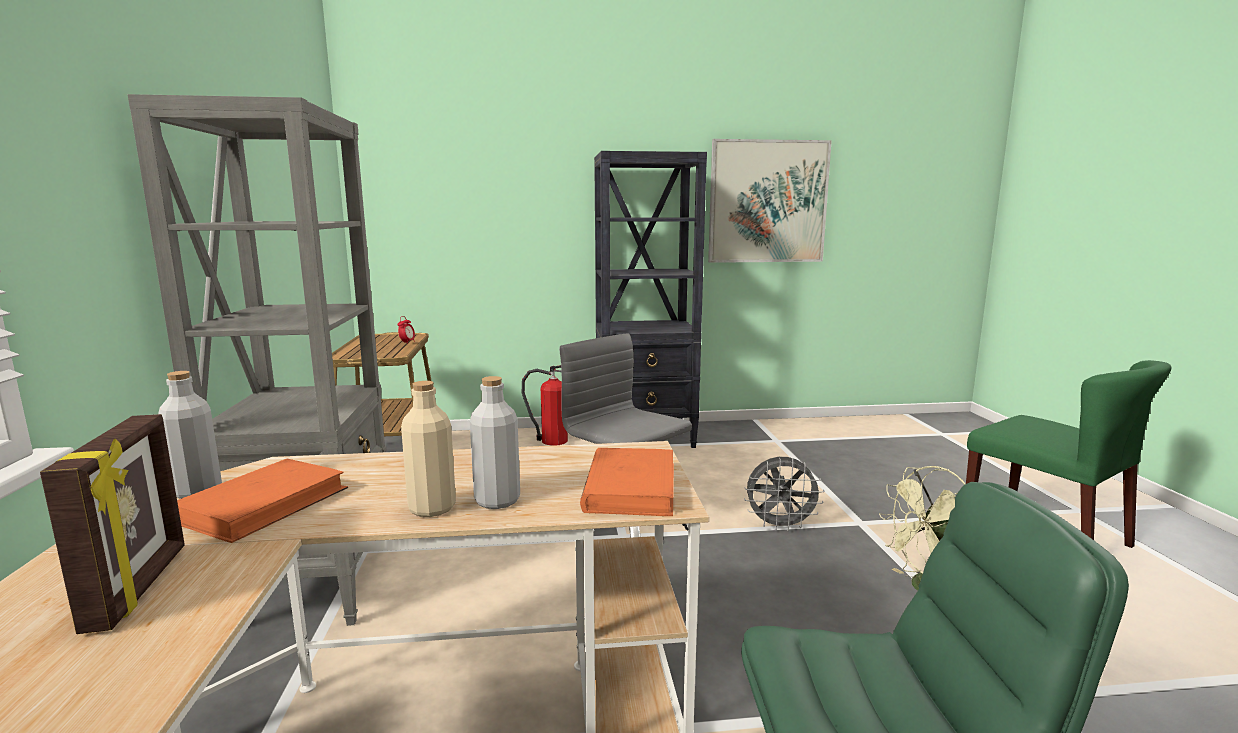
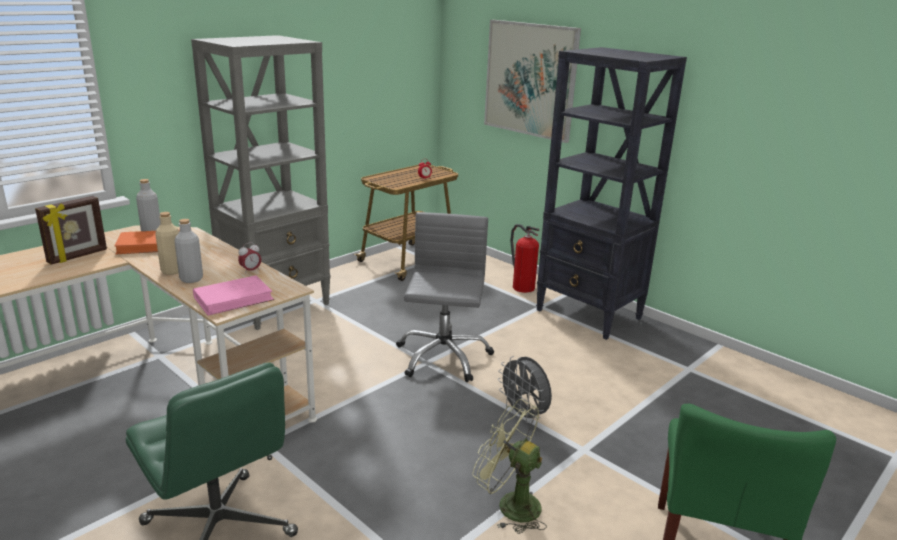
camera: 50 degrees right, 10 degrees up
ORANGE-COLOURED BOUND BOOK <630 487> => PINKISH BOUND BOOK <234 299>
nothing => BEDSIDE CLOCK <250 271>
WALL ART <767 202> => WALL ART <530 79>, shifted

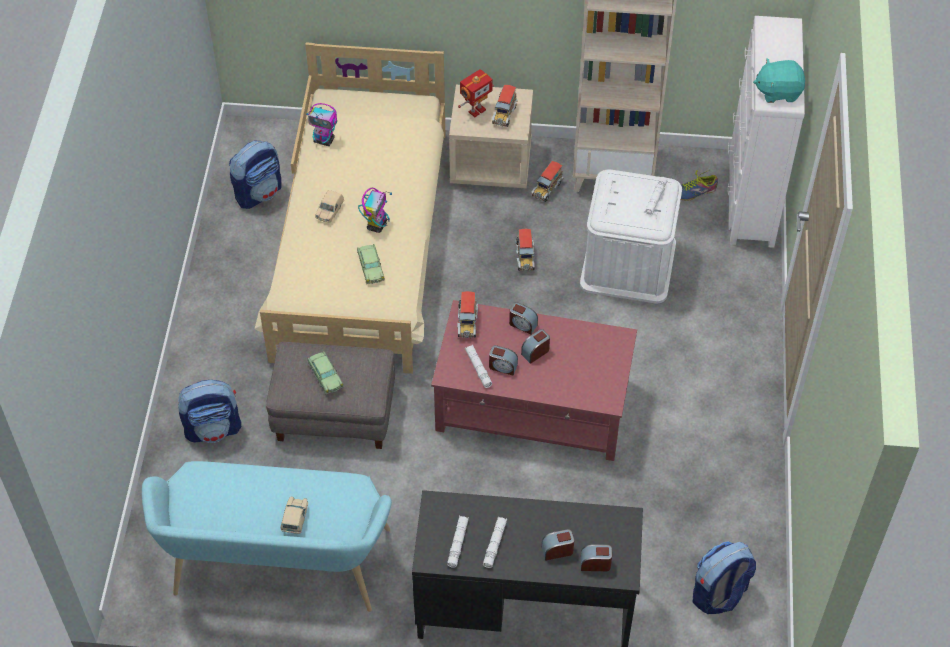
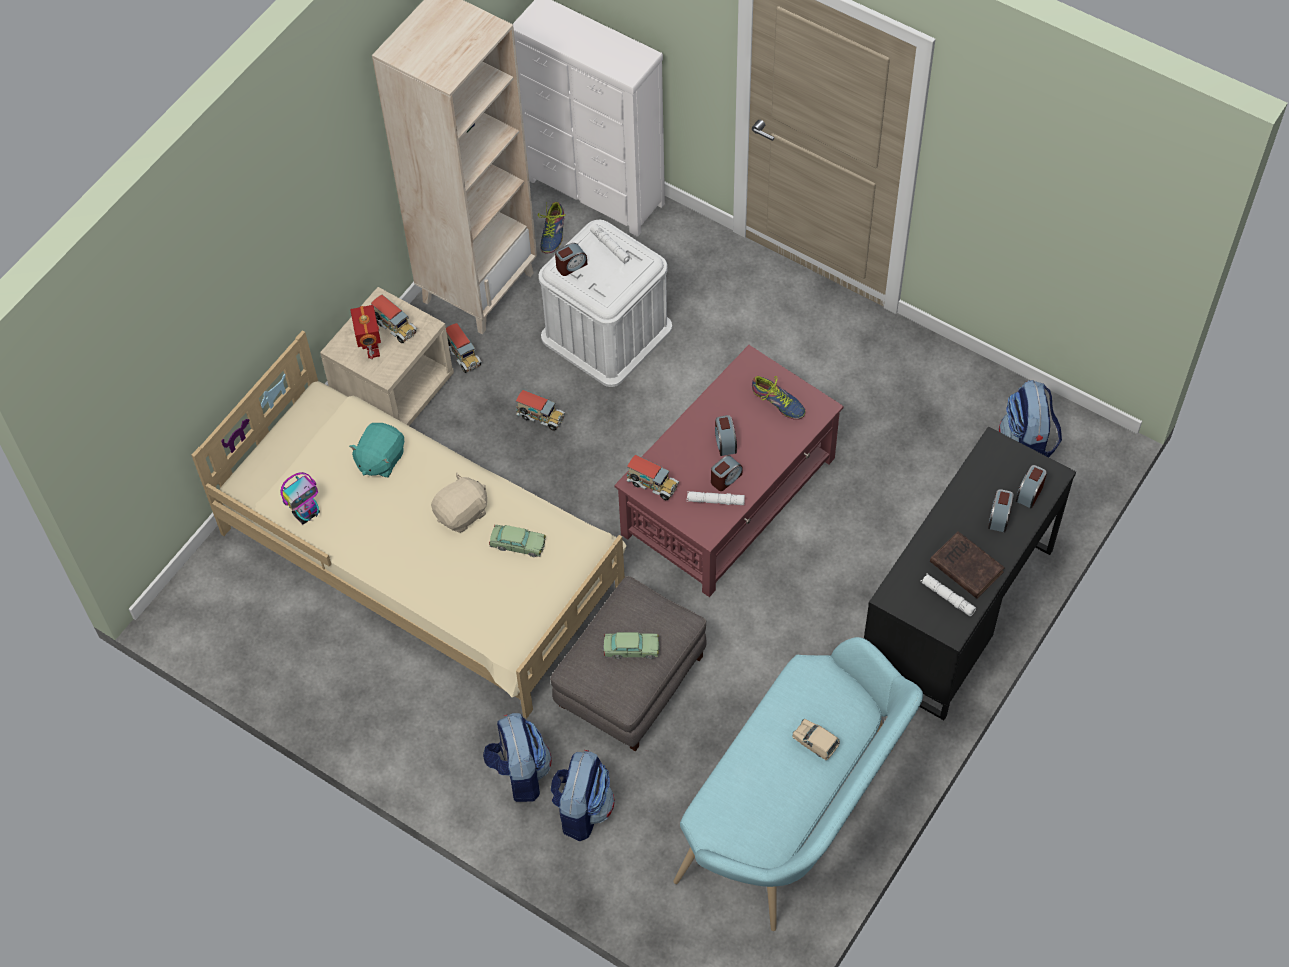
camera: 60 degrees left, 5 degrees up
TURQUOISE CUDDLY TOY <778 91> => TURQUOISE CUDDLY TOY <380 459>, shifted
MODEL ROBOT <377 225> => BEIGE CUDDLY TOY <462 513>
BACKPACK <259 193> => BACKPACK <519 772>, shifted
BEDSIDE CLOCK <522 324> => BEDSIDE CLOCK <571 265>, shifted
nothing => LOW SHOE <778 402>
WHITE FLASHLIGHT <495 544> => BROWNISH BOUND BOOK <965 566>
BEIGE TOY CAR <329 212> => nothing

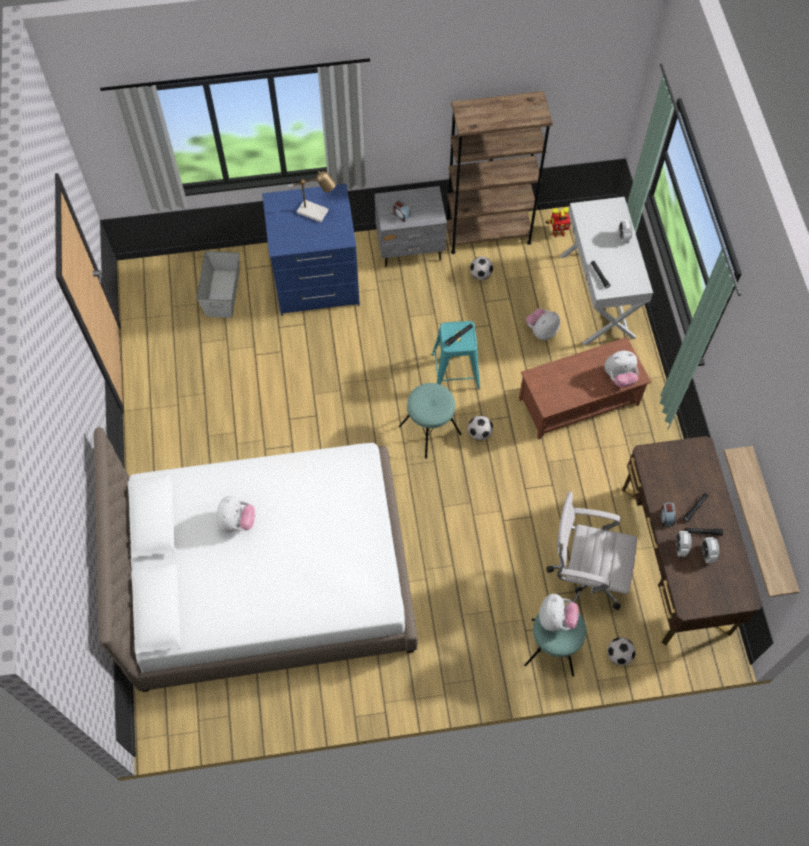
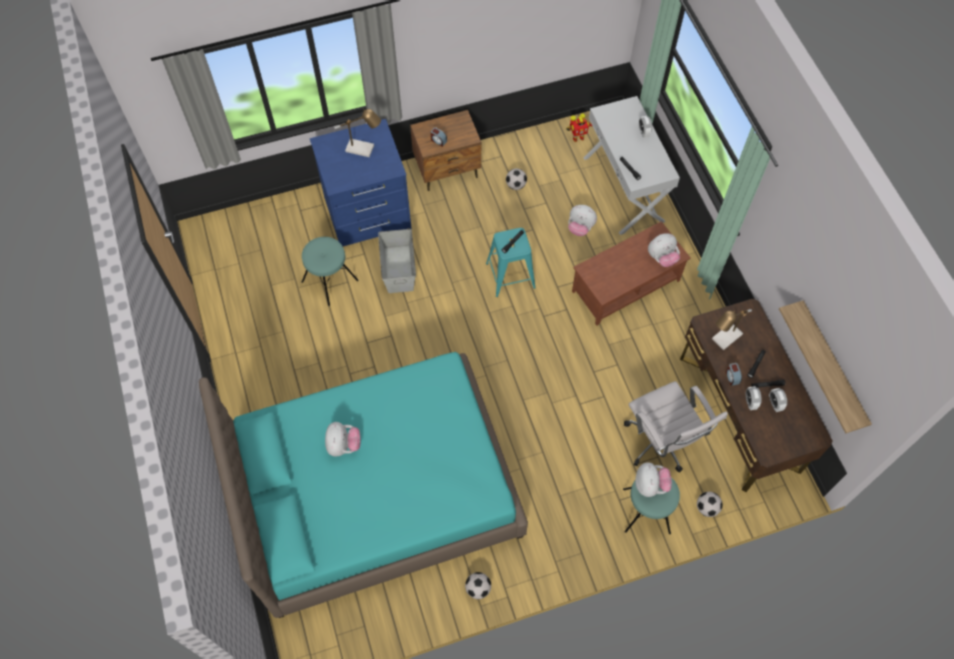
camera: 10 degrees left, 0 degrees up
WHITE SLEEPING BED <269 576> => TURQUOISE SLEEPING BED <376 490>
TURQUOISE STOOL <430 430> => TURQUOISE STOOL <330 281>, shifted
GREY STORAGE CONTAINER <222 293> => GREY STORAGE CONTAINER <398 269>, shifted
GREY NIGHTSTAND <410 247> => BROWNISH NIGHTSTAND <447 170>
FOOTBALL <479 433> => FOOTBALL <478 588>, shifted
CUDDLY TOY <541 331> => CUDDLY TOY <580 228>, 105 degrees counterclockwise
WHITE DESK CHAIR <583 577> => WHITE DESK CHAIR <661 443>, 120 degrees counterclockwise
nothing => LAMP FOR A TABLE <724 339>
BROWNISH BOOKSHELF <488 234> => nothing

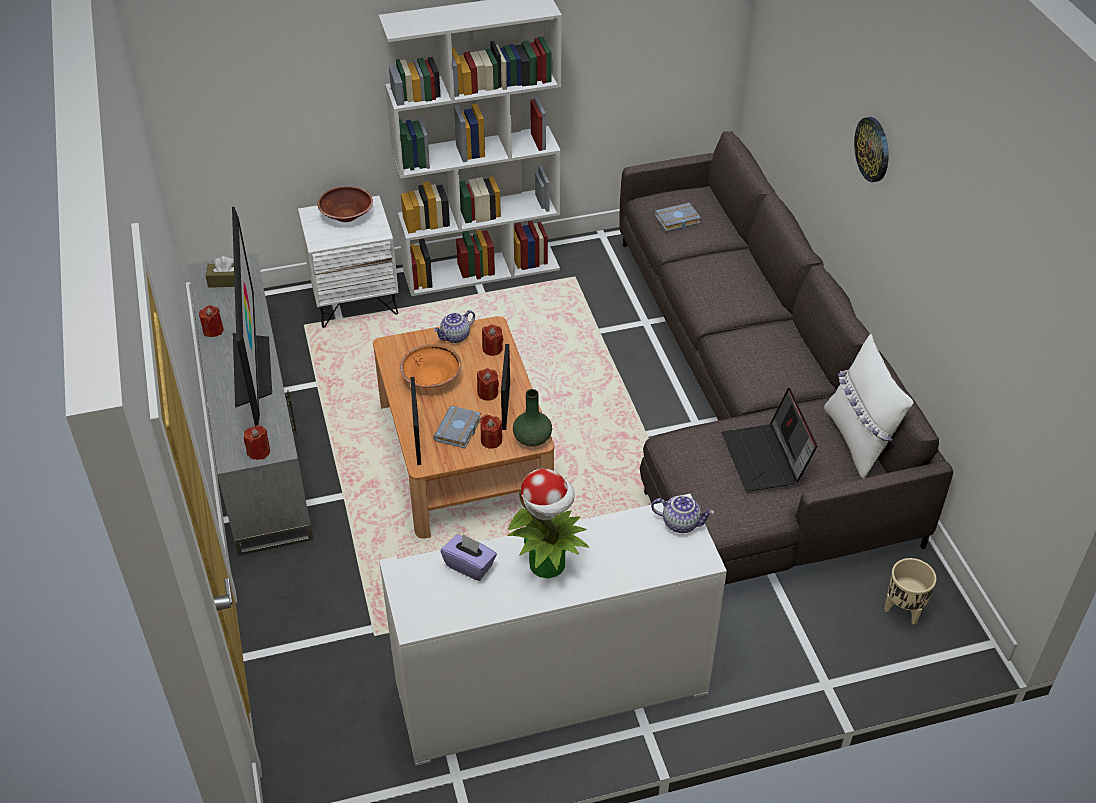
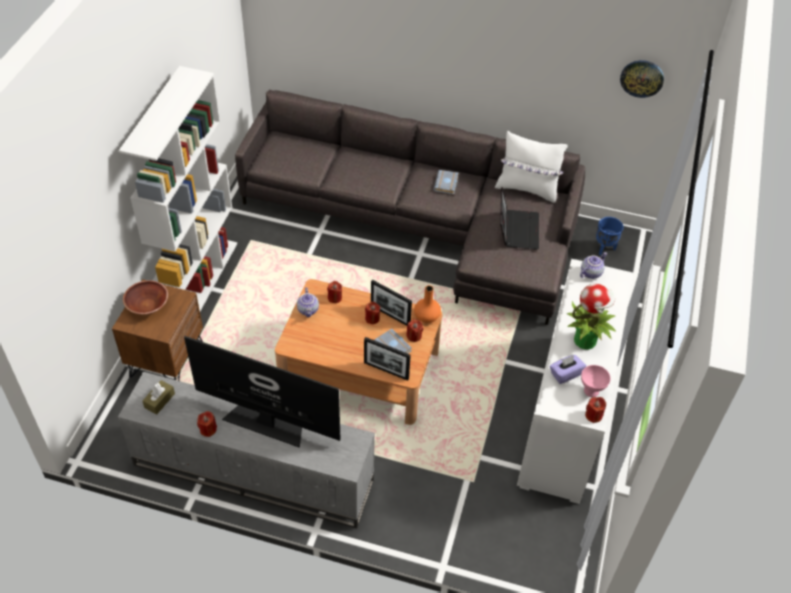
camera: 60 degrees left, 5 degrees up
WHITE NIGHTSTAND <355 300> => BROWNISH NIGHTSTAND <166 359>
GREEN FLOWER VASE <533 438> => ORANGE-COLOURED FLOWER VASE <427 316>
GREY BOUND BOOK <677 220> => GREY BOUND BOOK <447 184>, shifted
LAPTOP <766 459> => LAPTOP <517 229>, 105 degrees counterclockwise
nothing => PINKISH DEEP DISH <591 390>
RED-COLOURED WAX CANDLE <259 452> => RED-COLOURED WAX CANDLE <593 415>, shifted
BEIGE FLOWER POT <903 611> => BLUE-COLOURED FLOWER POT <604 248>
CLOCK ON THE WALL <873 149> => CLOCK ON THE WALL <642 78>, shifted
ORANGE-COLOURED DEEP DISH <431 378> => nothing

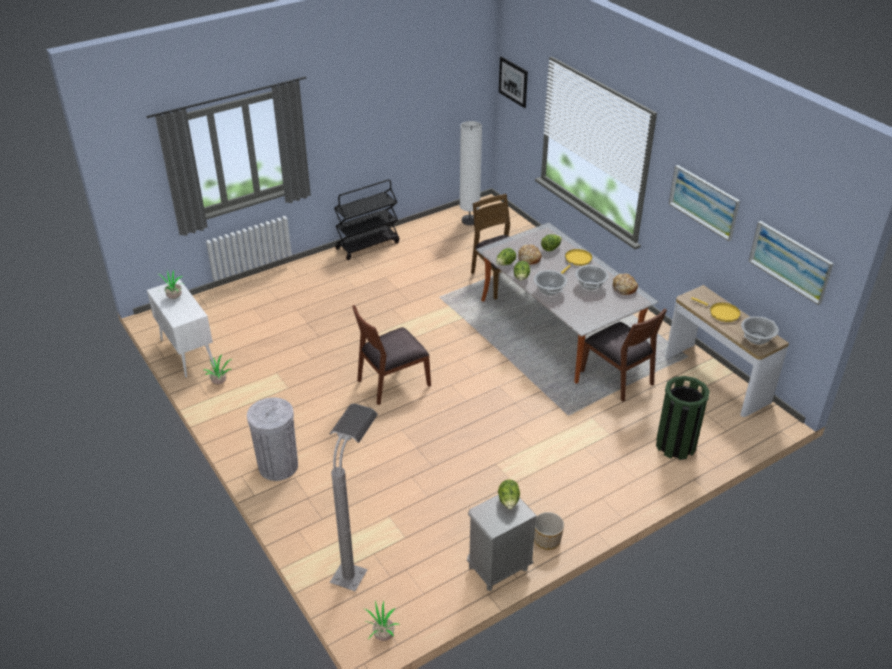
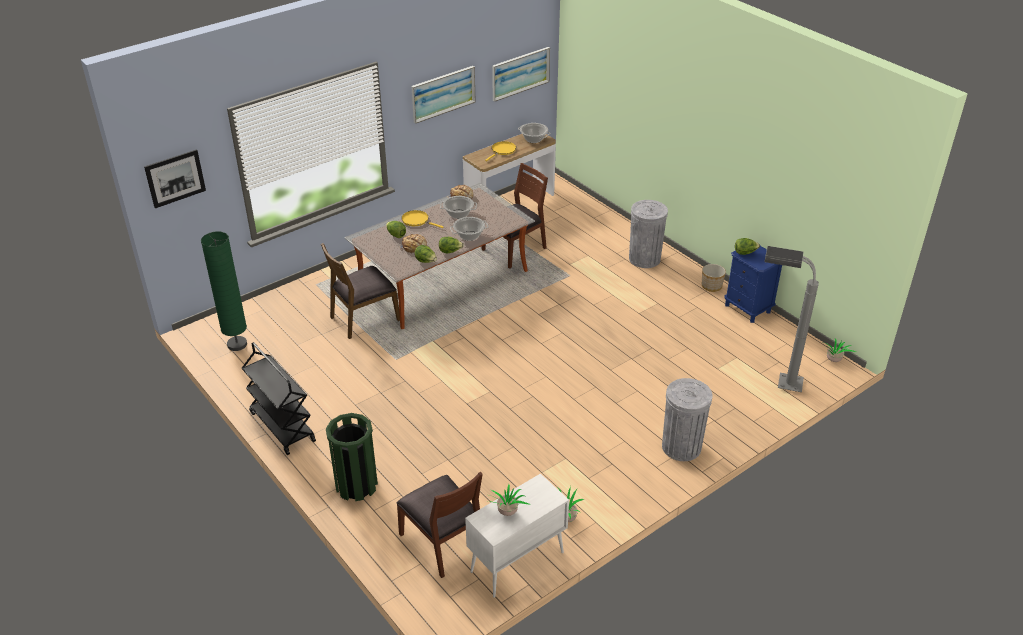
camera: 95 degrees left, 0 degrees up
WHITE STANDARD LAMP <469 221> => GREEN STANDARD LAMP <237 344>
GREEN RUBBISH BIN <675 445> => GREEN RUBBISH BIN <356 485>, shifted
BROWNISH UPRIGHT CHAIR <392 382> => BROWNISH UPRIGHT CHAIR <443 542>, shifted
nothing => GREY RUBBISH BIN <644 259>
GREY NIGHTSTAND <498 568> => BLUE-COLOURED NIGHTSTAND <747 308>

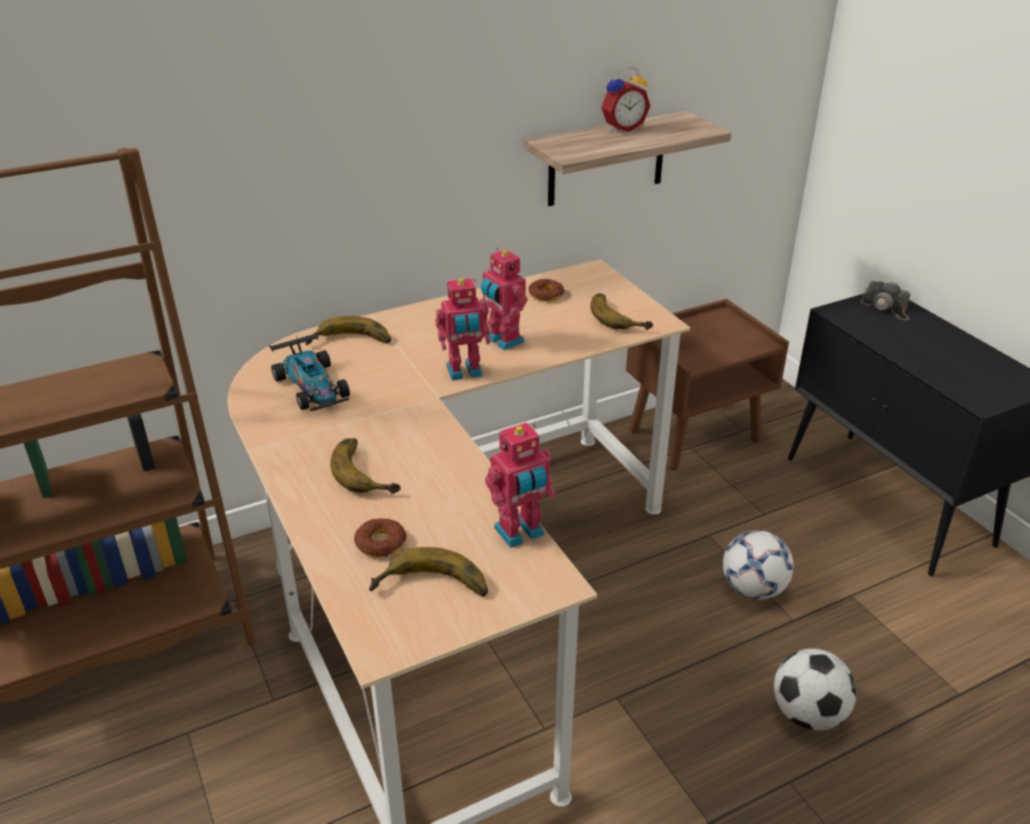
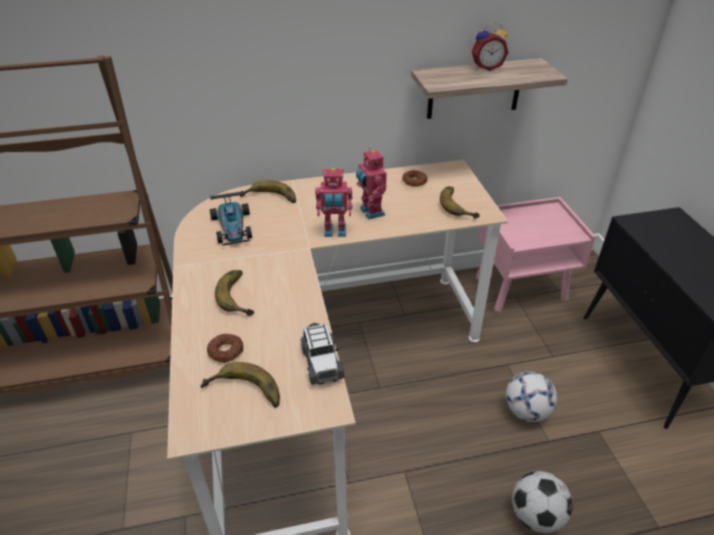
camera: 15 degrees right, 5 degrees up
MODEL ROBOT <520 533> => TOY CAR <321 362>
BROWNISH NIGHTSTAND <695 434> => PINKISH NIGHTSTAND <521 288>
PHOTO CAMERA <886 308> => nothing

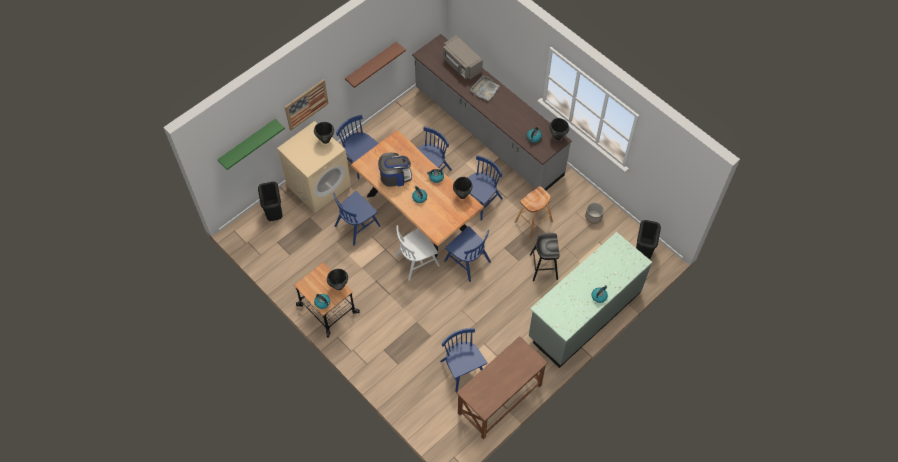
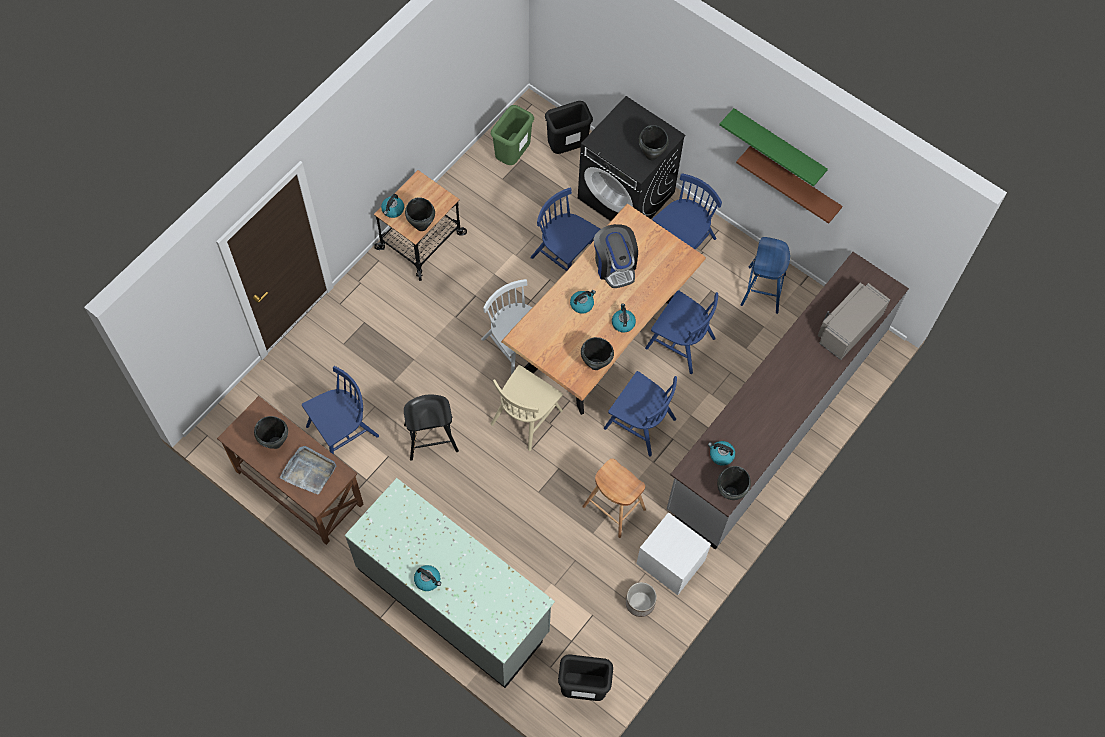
camera: 80 degrees right, 5 degrees up
nothing => BLACKISH STOCKPOT <275 443>
GREY TRAY <484 89> => GREY TRAY <309 471>, shifted
BLACKISH STOOL <543 267> => BLACKISH STOOL <431 438>, shifted
nothing => GREEN RUBBISH BIN <512 155>
BLUE-COLOURED UPRIGHT CHAIR <467 261> => BEIGE UPRIGHT CHAIR <526 416>
BEIGE WASHING MACHINE <319 185> => BLACKISH WASHING MACHINE <627 195>
nothing => WHITE NIGHTSTAND <670 562>
GREEN SHELF <248 143> => GREEN SHELF <778 145>, shifted
nothing => BLUE-COLOURED STOOL <763 289>
WALL ART <306 104> => nothing

